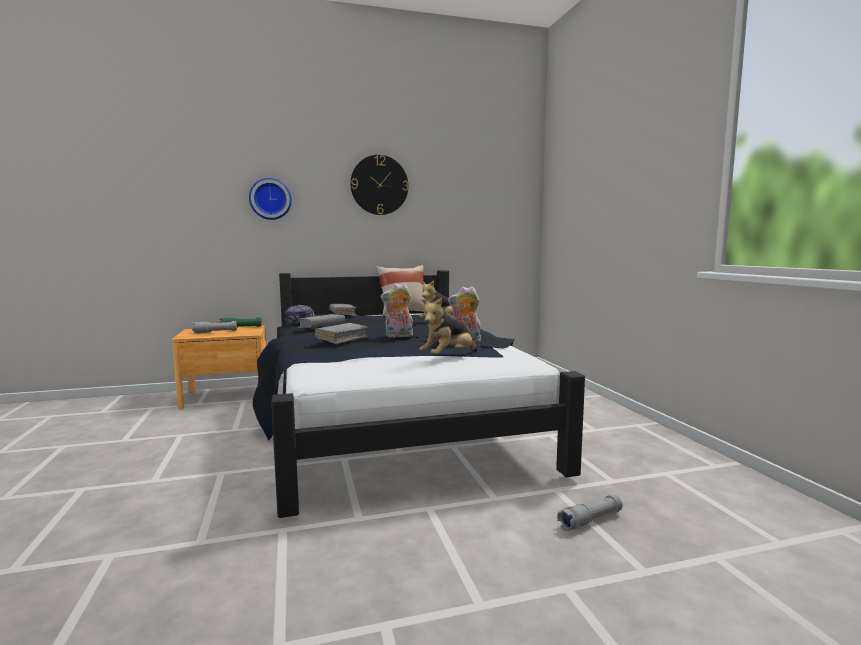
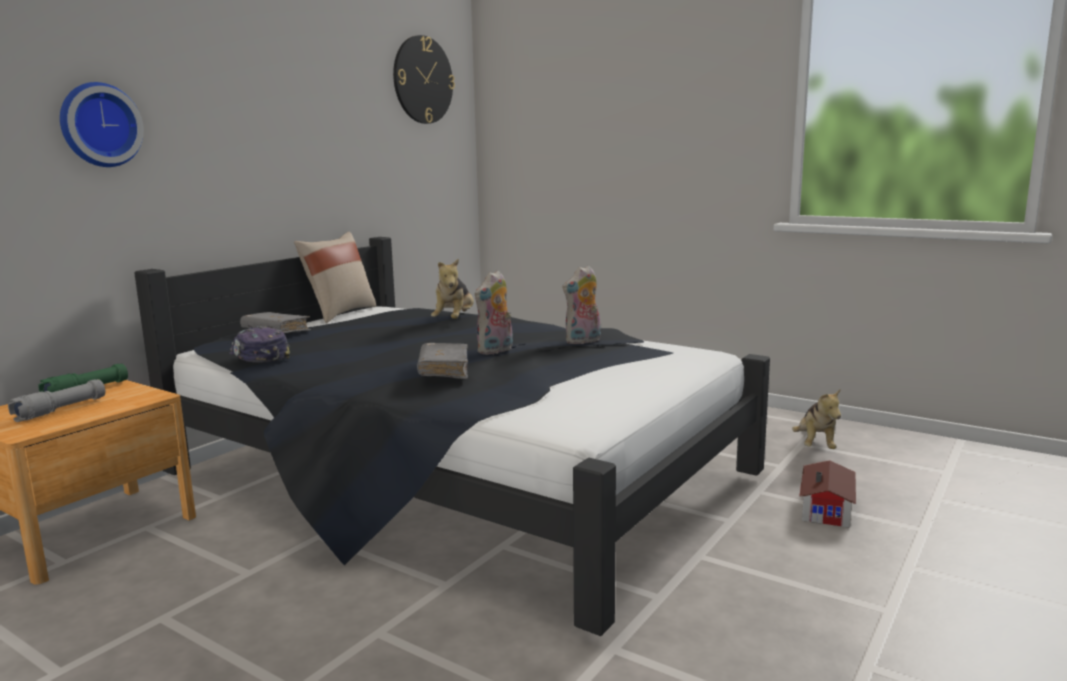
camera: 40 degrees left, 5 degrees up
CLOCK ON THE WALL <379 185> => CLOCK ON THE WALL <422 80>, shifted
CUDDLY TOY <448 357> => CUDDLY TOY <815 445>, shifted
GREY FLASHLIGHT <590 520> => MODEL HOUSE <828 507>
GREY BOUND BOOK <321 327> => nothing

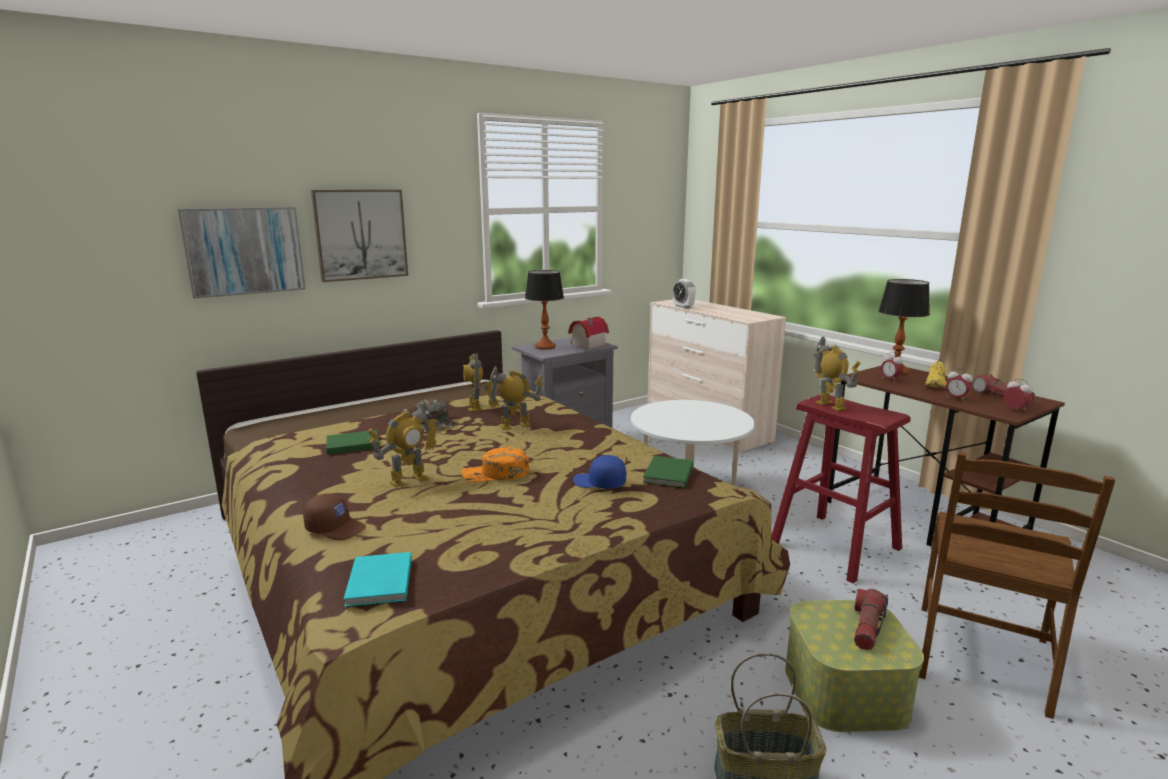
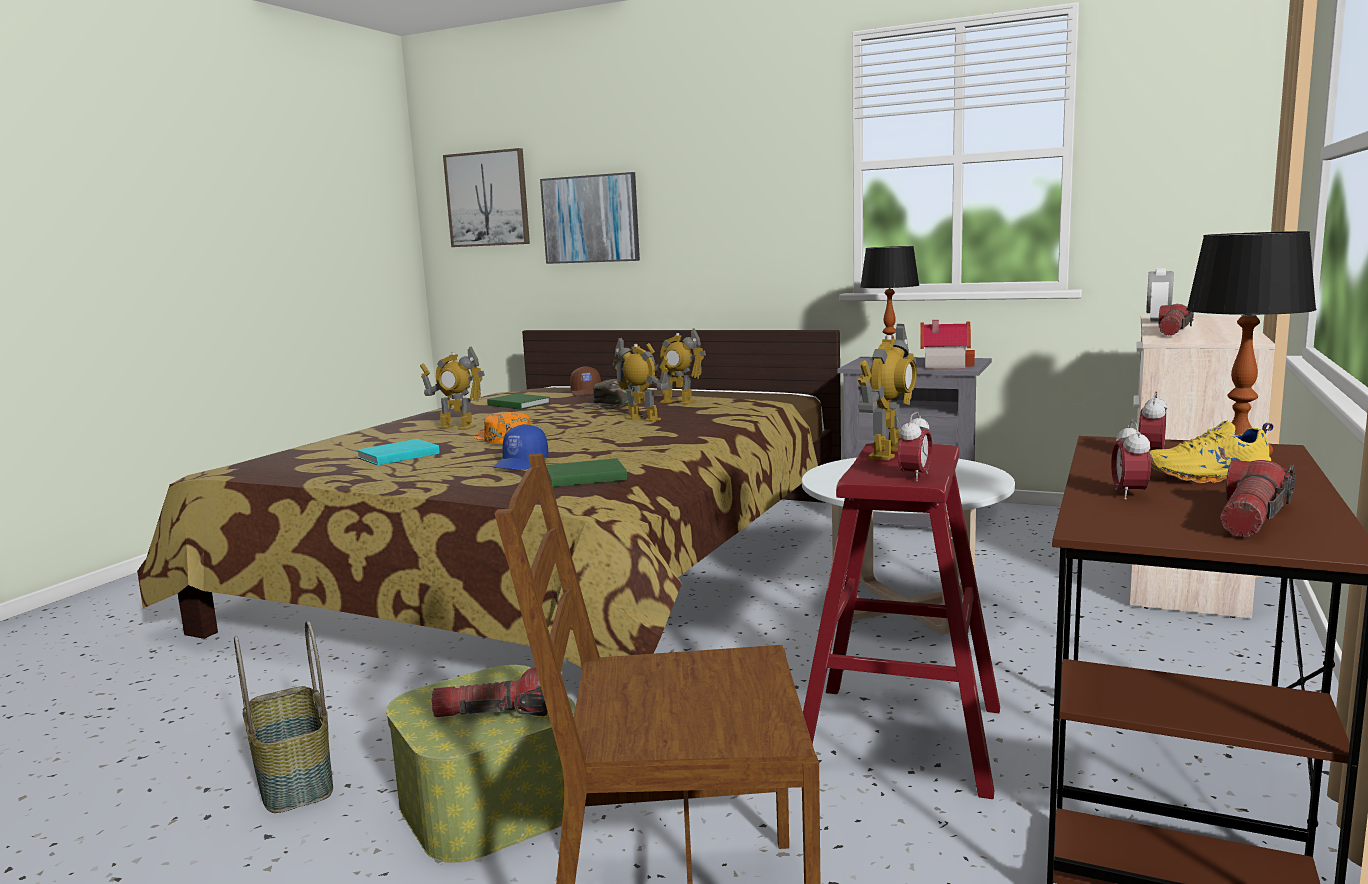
camera: 60 degrees right, 5 degrees down
TURQUOISE BOUND BOOK <378 583> => TURQUOISE BOUND BOOK <396 456>, shifted
WALL ART <361 234> => WALL ART <488 199>, shifted
BLUE-COLOURED CAP <599 483> => BLUE-COLOURED CAP <521 463>, 150 degrees counterclockwise
BROWNISH CAP <336 528> => BROWNISH CAP <587 393>, shifted
MODEL ROBOT <474 407> => MODEL ROBOT <677 402>, 105 degrees counterclockwise
BEDSIDE CLOCK <1015 410> => BEDSIDE CLOCK <915 477>, shifted
nothing => FLASHLIGHT <1173 332>

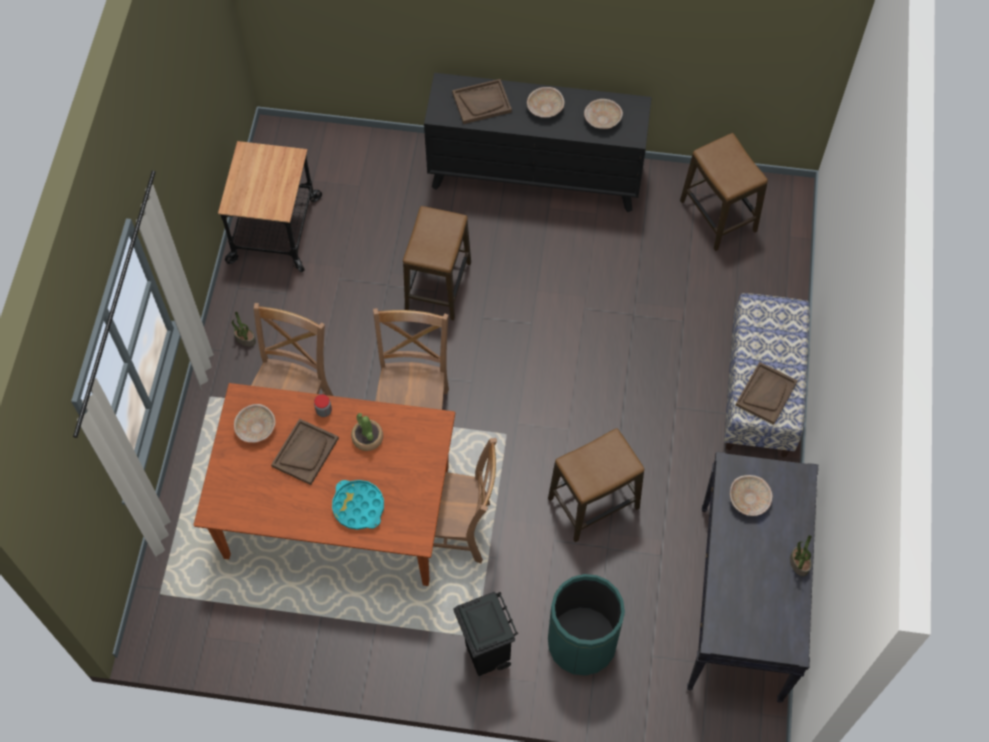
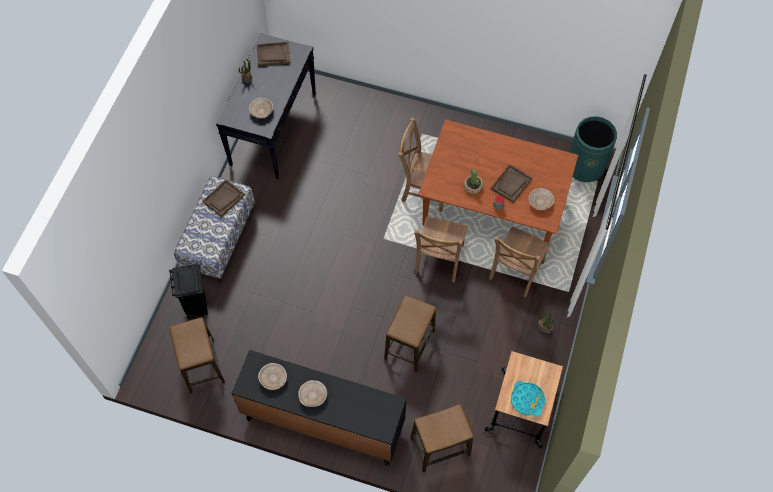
camera: 170 degrees left, 0 degrees up
BLACKISH RUBBISH BIN <487 655> => BLACKISH RUBBISH BIN <197 306>, shifted
BROWNISH TRAY <482 102> => BROWNISH TRAY <273 54>, shifted
STOOL <593 504> => STOOL <440 446>, shifted
TURQUOISE TRAY <358 507> => TURQUOISE TRAY <527 400>, shifted
GREEN RUBBISH BIN <581 643> => GREEN RUBBISH BIN <585 166>, shifted

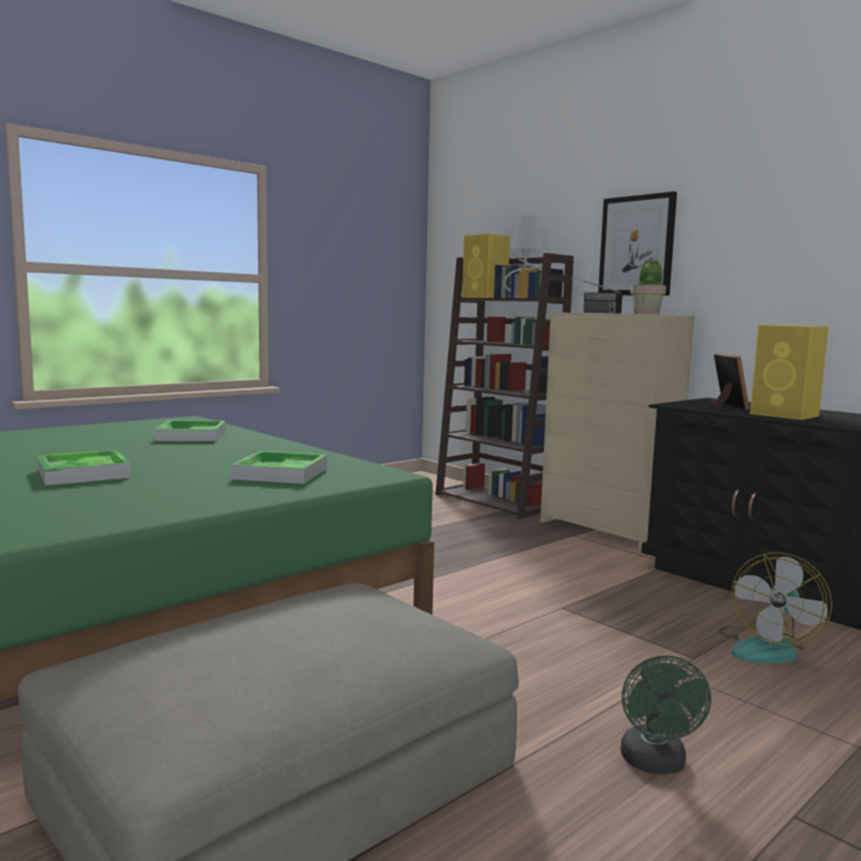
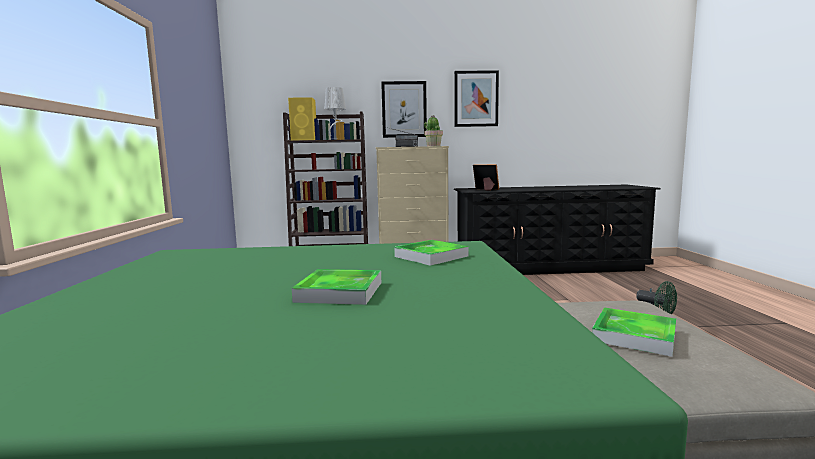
camera: 50 degrees left, 0 degrees up
nothing => WALL ART <476 99>
TRAY <191 436> => TRAY <634 335>, shifted
COOLING FAN <768 648> => nothing
YELLOW AUDIO SPEAKER <786 415> => nothing

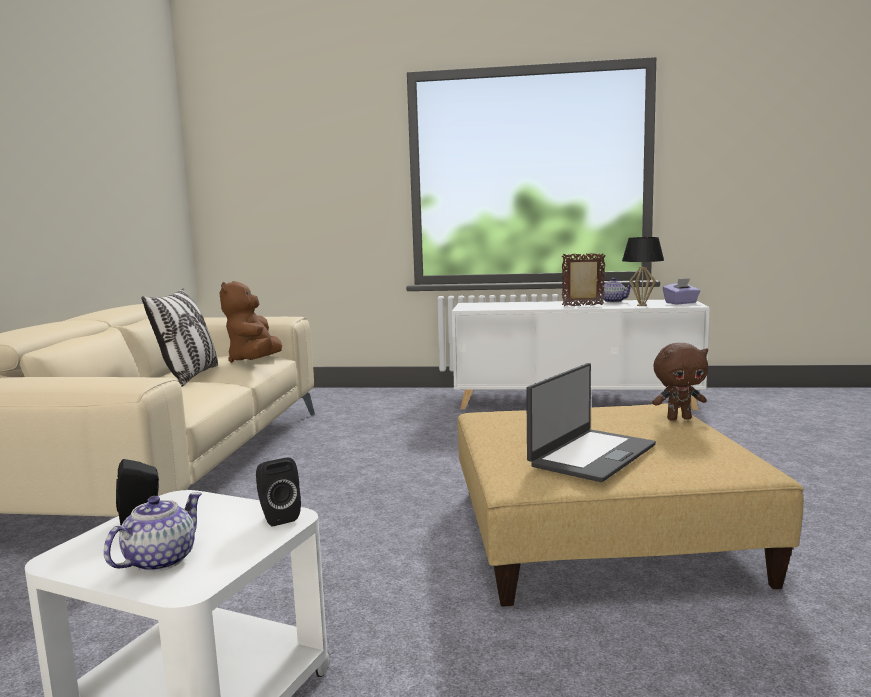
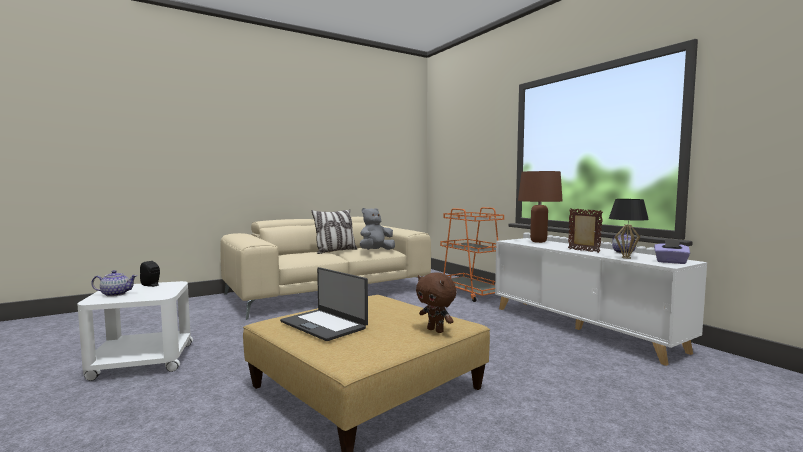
camera: 50 degrees right, 5 degrees down
LAPTOP <591 455> => LAPTOP <324 325>, 45 degrees clockwise
BROWNISH CUDDLY TOY <255 361> => GREY CUDDLY TOY <375 251>
nothing => ORANGE-COLOURED TROLLEY <472 293>
nothing => BROWNISH LAMP FOR A TABLE <538 242>
BLACKISH AUDIO SPEAKER <277 517> => nothing

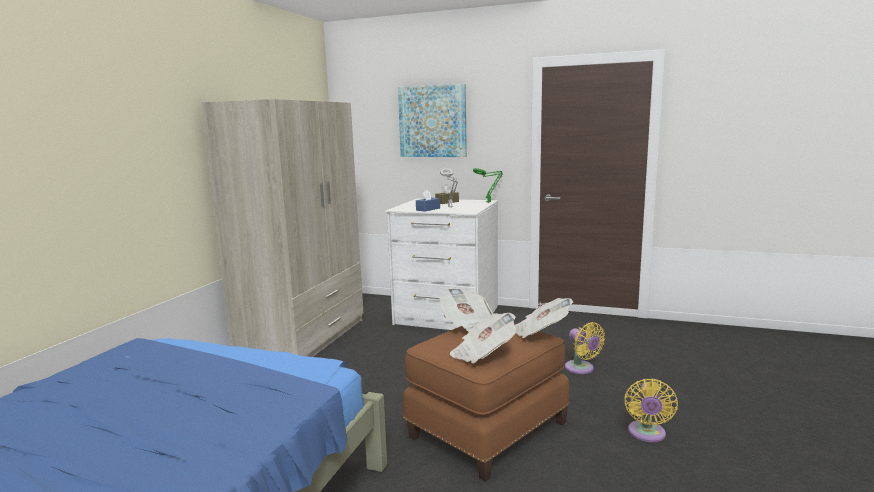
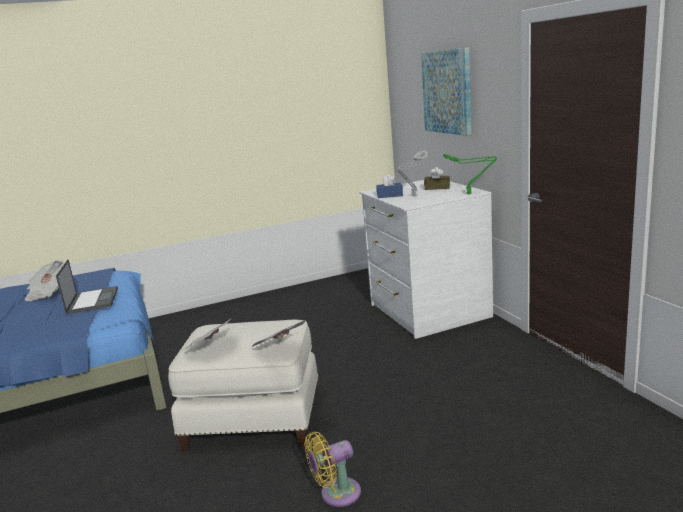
camera: 50 degrees right, 5 degrees up
DAILY PAPER <468 326> => DAILY PAPER <49 292>, shifted
nothing => LAPTOP <92 300>
BROWNISH POUFFE <486 428> => WHITE POUFFE <254 418>
BEIGE CLOTHES CUPBOARD <304 339> => nothing
YELLOW COOLING FAN <581 369> => nothing

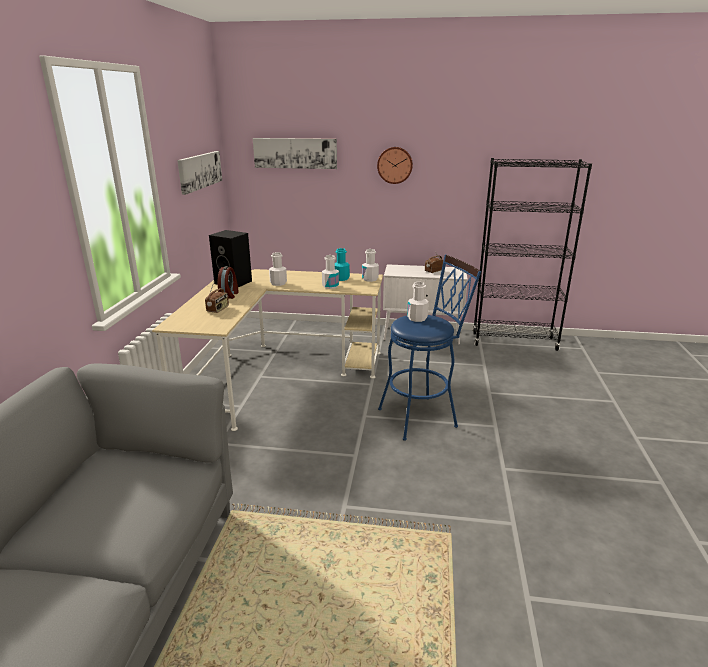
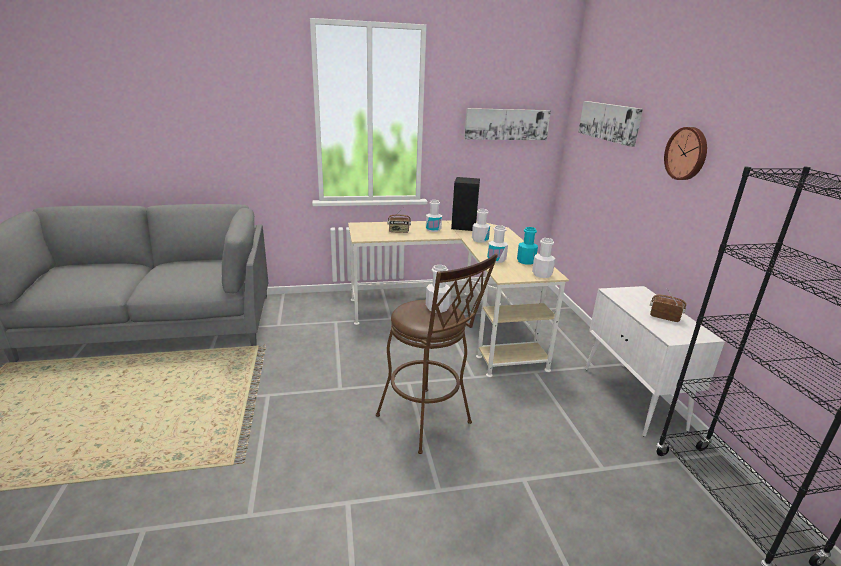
camera: 70 degrees right, 0 degrees up
BLUE-COLOURED STOOL <423 416> => BROWNISH STOOL <428 423>
BEDSIDE CLOCK <229 295> => WHITE DRINK BOTTLE <433 229>

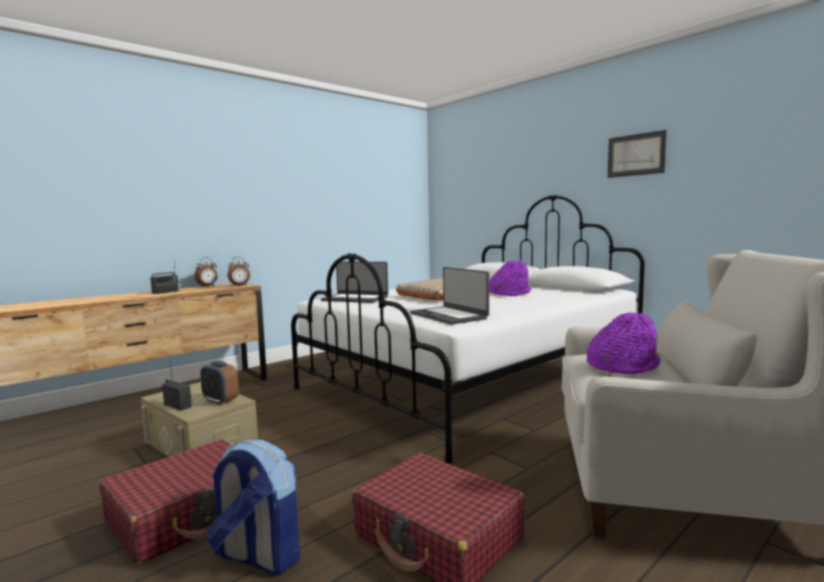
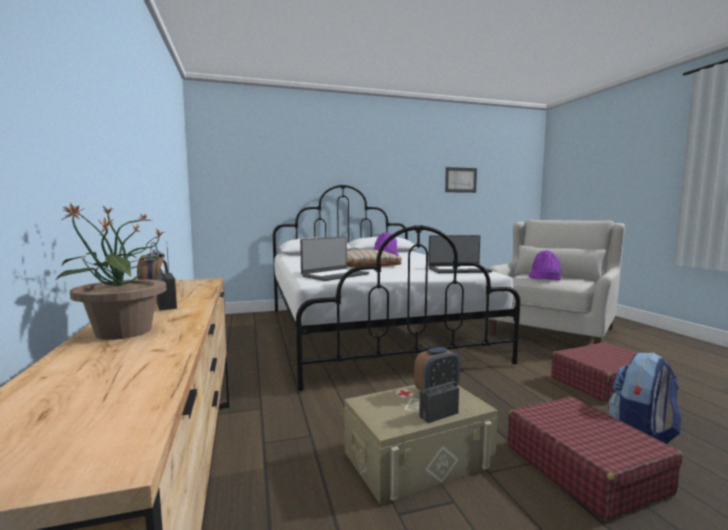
camera: 65 degrees left, 0 degrees up
nothing => PLANT IN A POT <122 332>
WALL ART <636 155> => WALL ART <460 180>, shifted
BEDSIDE CLOCK <239 286> => nothing

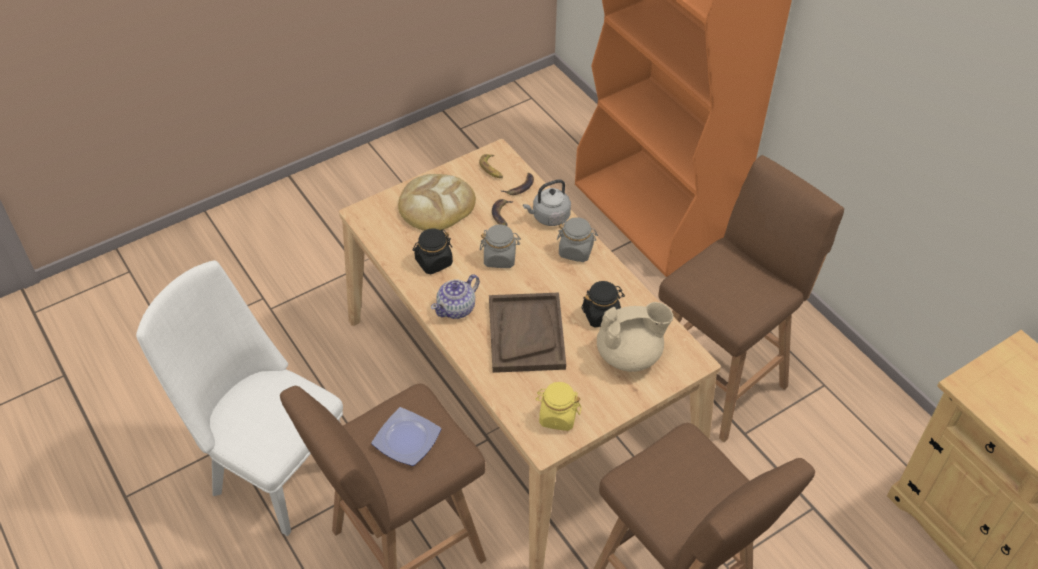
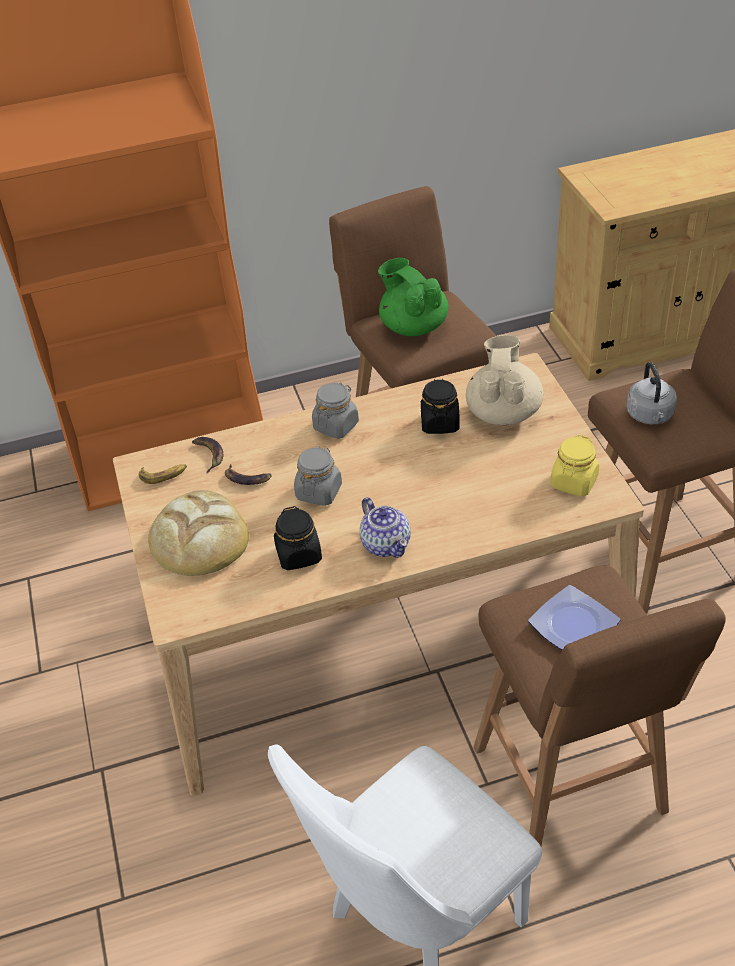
camera: 70 degrees left, 5 degrees down
nothing => GREEN TEA POT <413 326>
GREY WATER KETTLE <549 217> => GREY WATER KETTLE <650 416>, shifted
BROWNISH TRAY <526 334> => nothing

